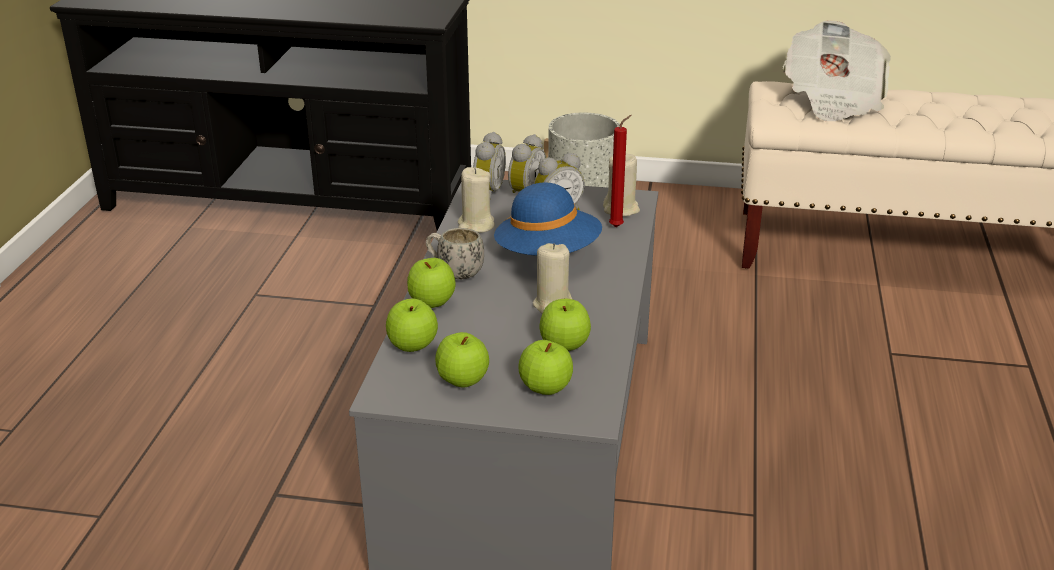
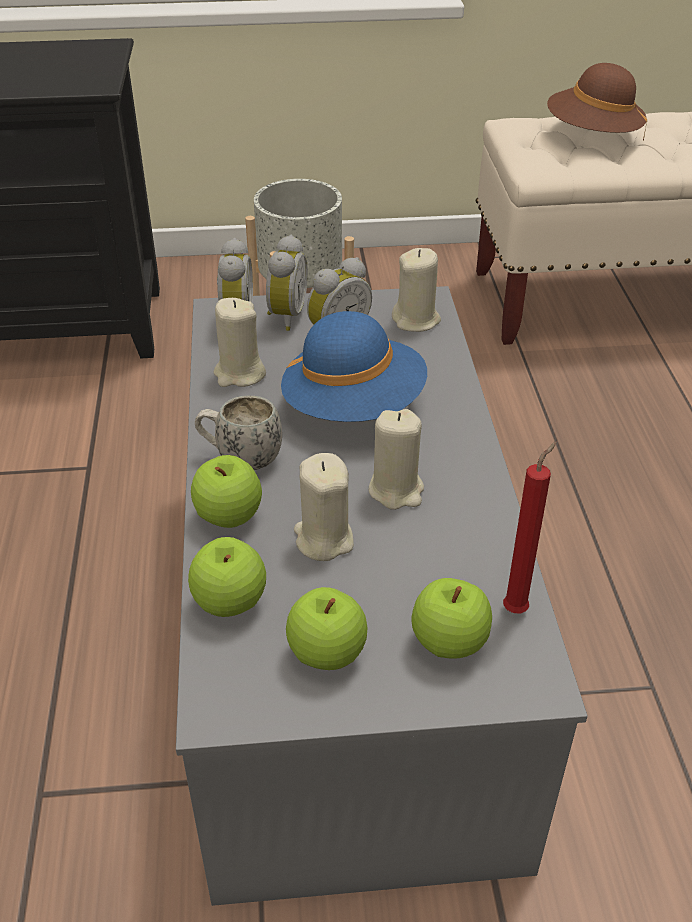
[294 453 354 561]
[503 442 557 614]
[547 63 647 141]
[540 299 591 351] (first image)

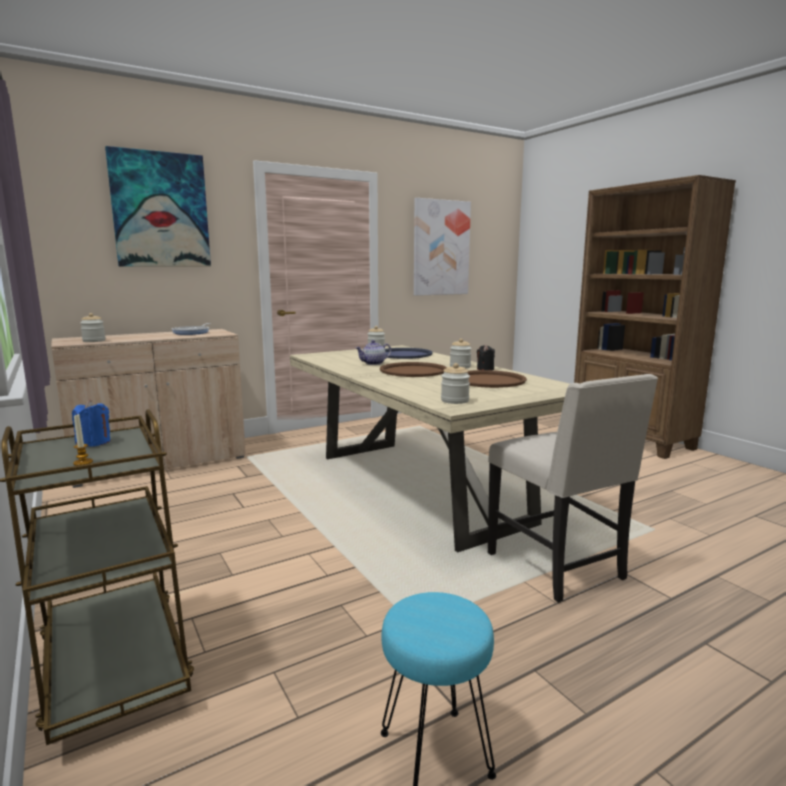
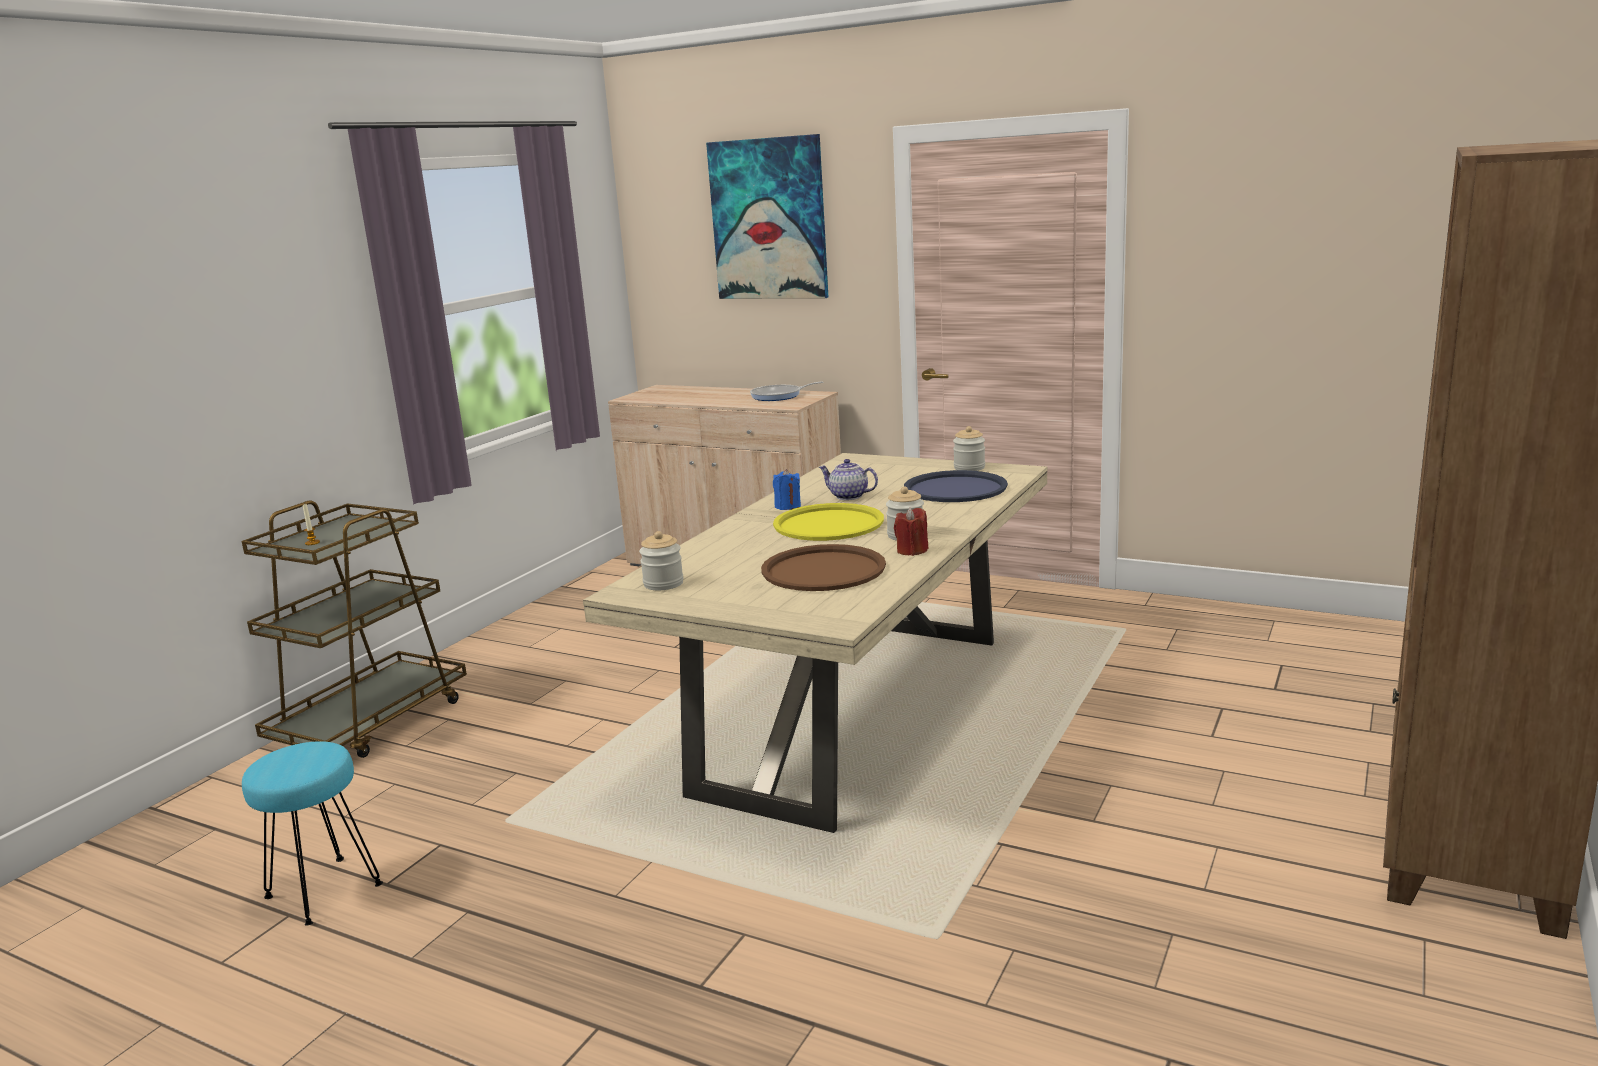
[773 469 801 510]
[773 503 884 541]
[894 507 928 556]
[80 313 106 342] (first image)
[414 198 471 296] (first image)
[488 374 658 602] (first image)

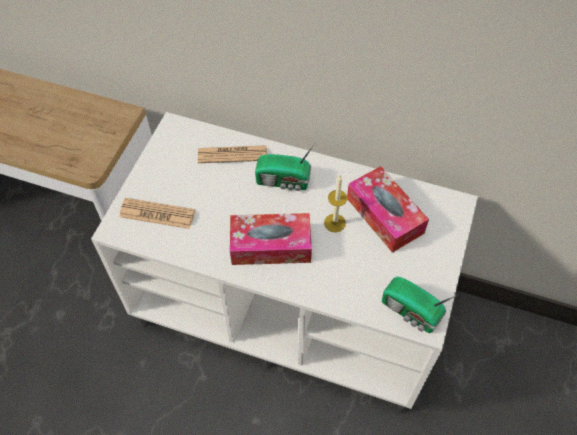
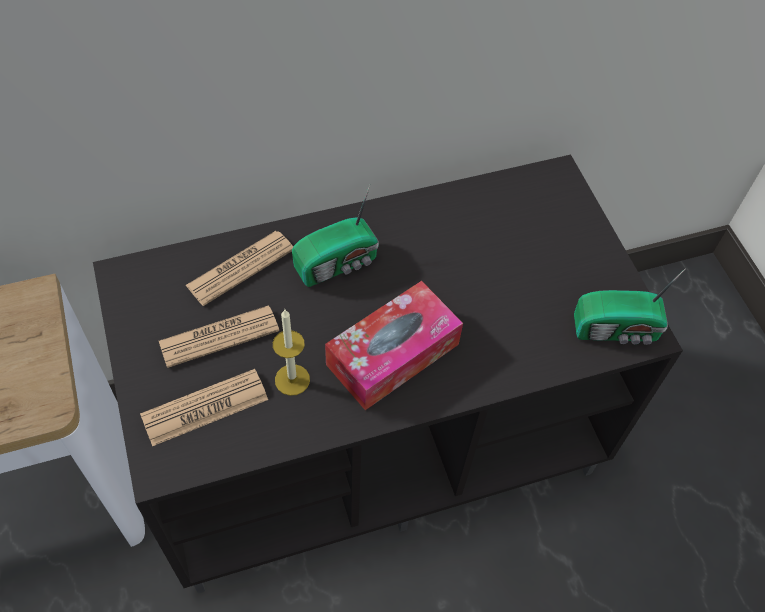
[93 155 683 593]
[159 305 279 368]
[273 310 310 396]
[347 166 429 253] (first image)

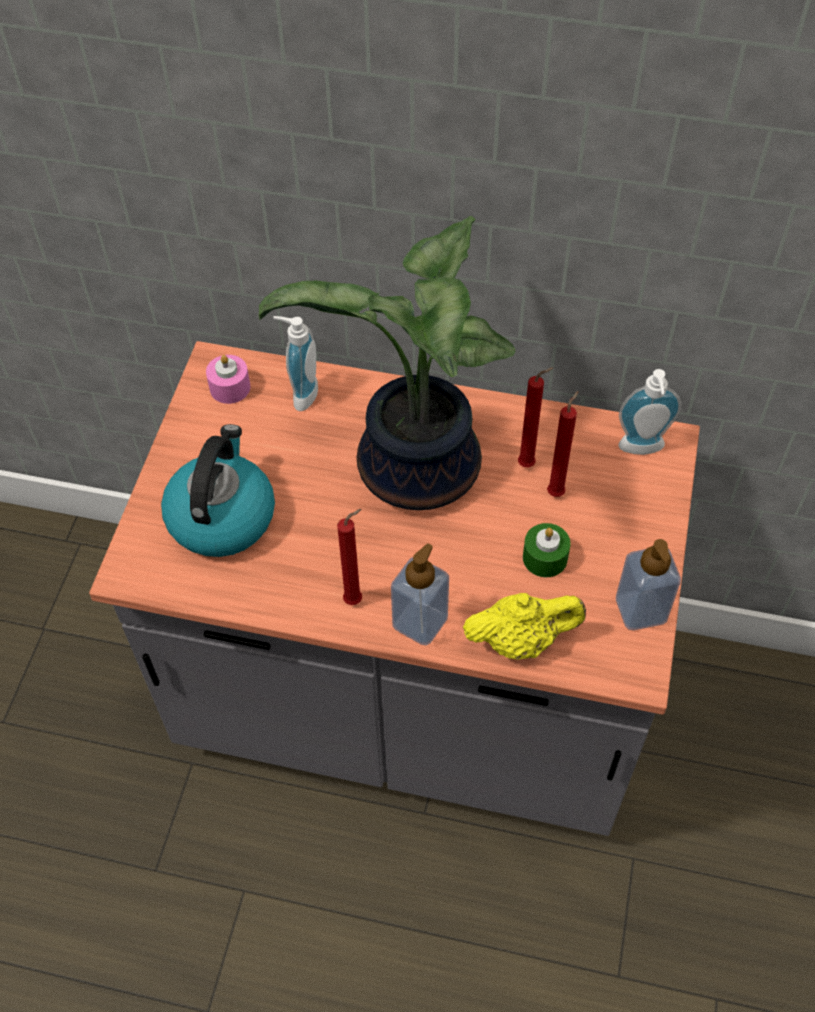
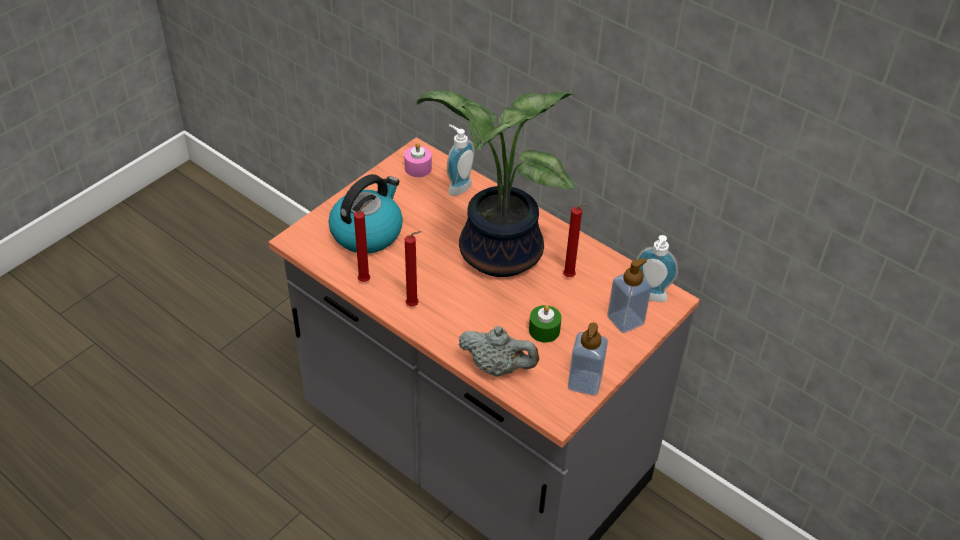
[354 203 370 282]
[458 326 539 376]
[607 258 652 333]

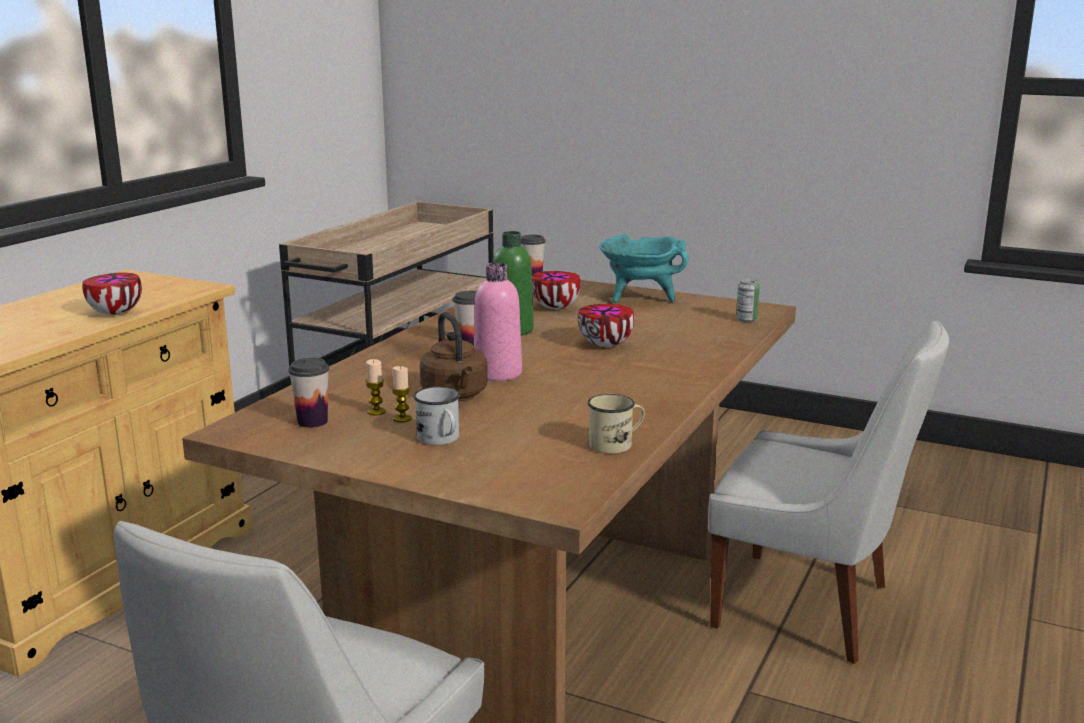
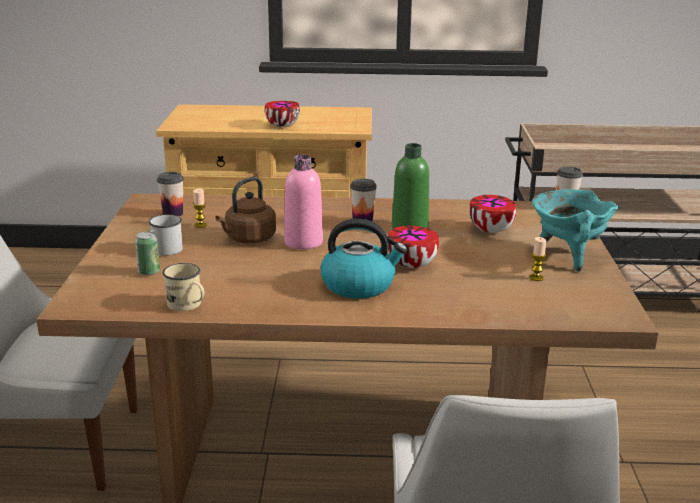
[135 231 160 276]
[321 219 407 299]
[529 237 547 281]

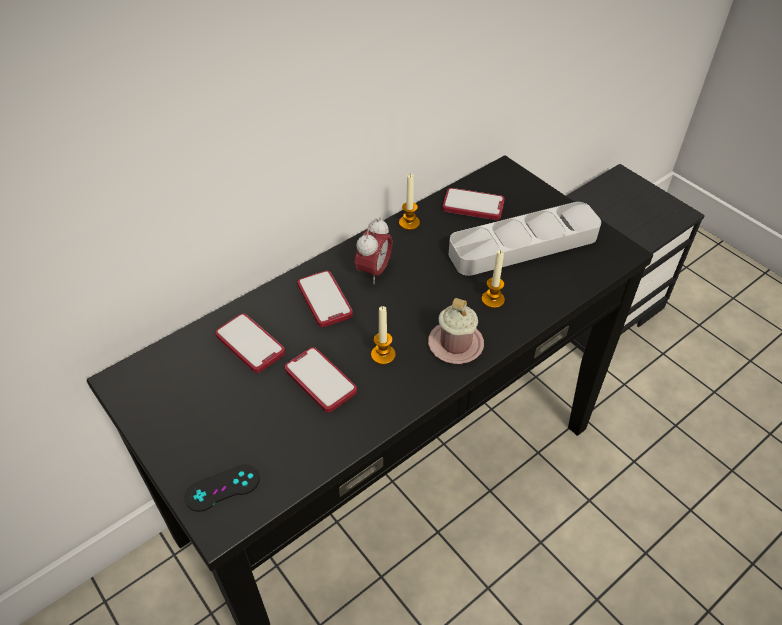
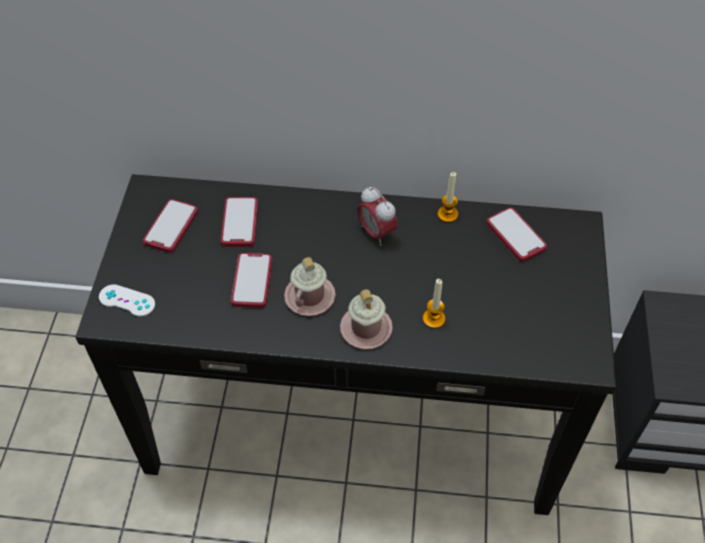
[99 284 155 317]
[143 199 198 253]
[284 257 336 316]
[357 186 398 246]
[449 202 601 276] (first image)

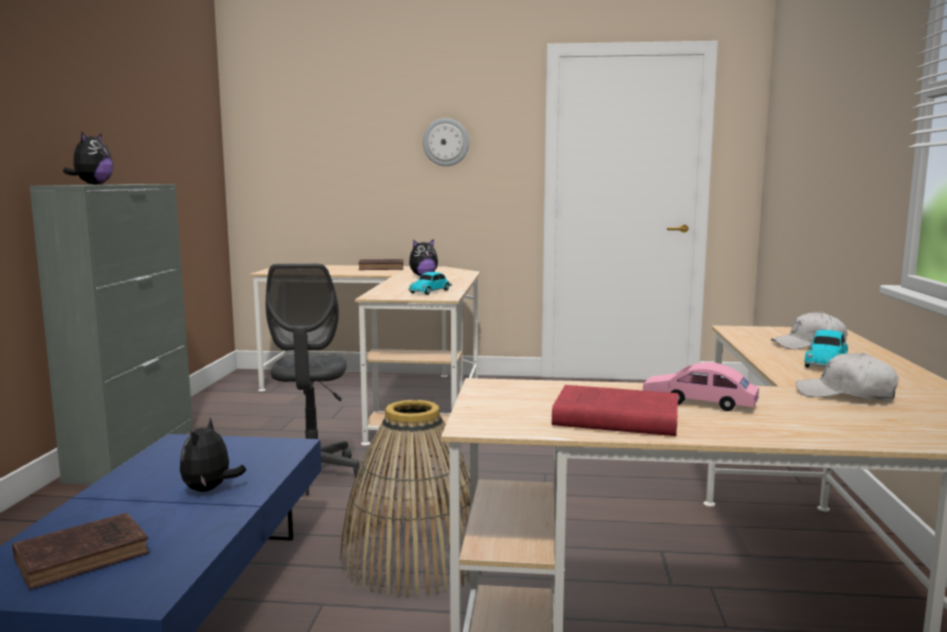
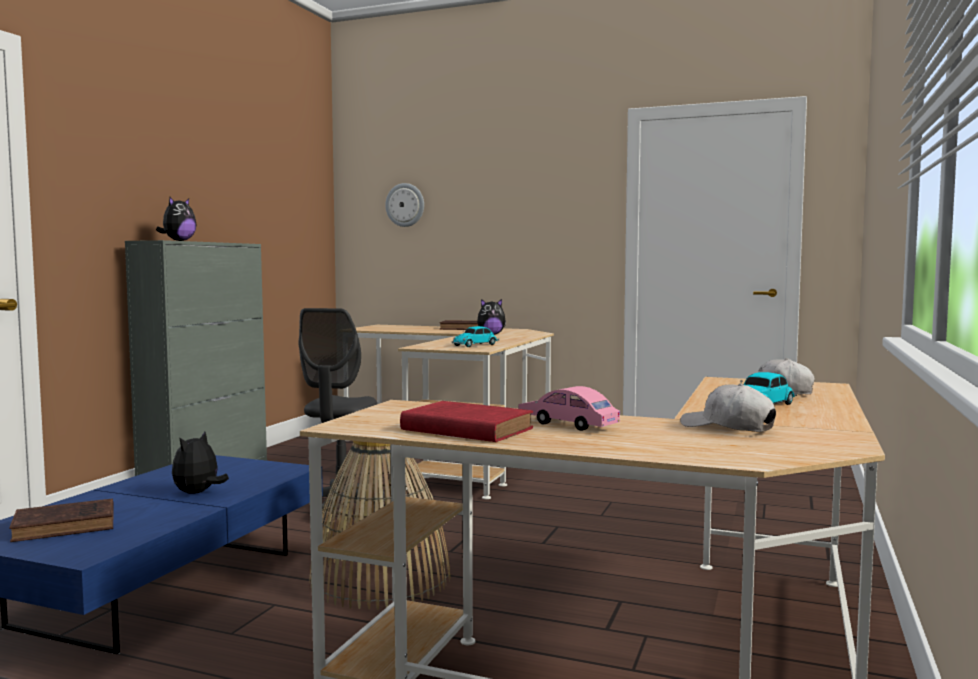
[385 183 424 227]

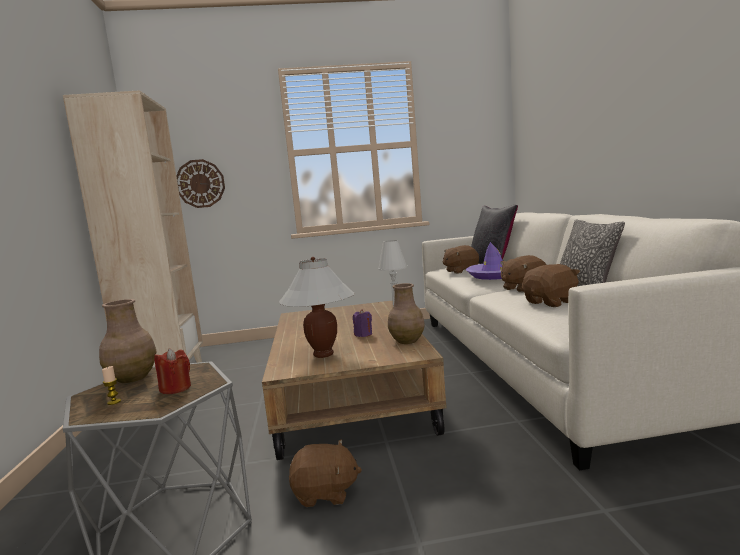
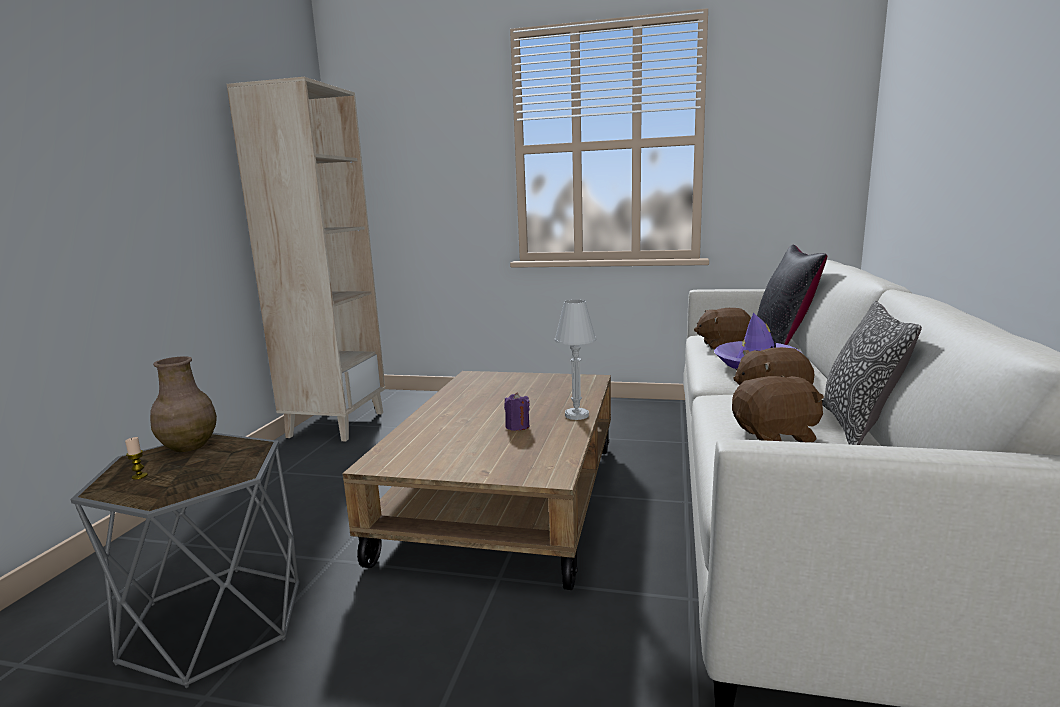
[154 348 191 394] (first image)
[176 159 225 208] (first image)
[279 257 354 358] (first image)
[289 439 362 507] (first image)
[388 283 425 344] (first image)

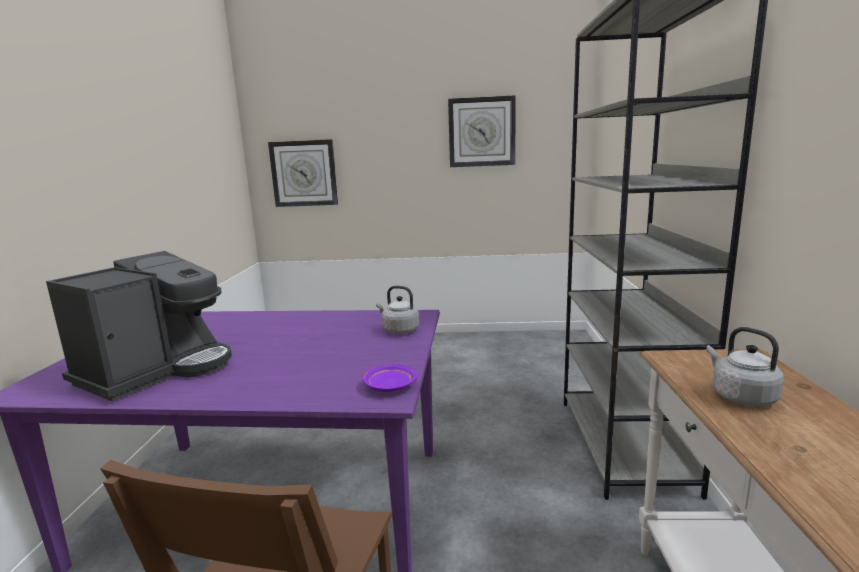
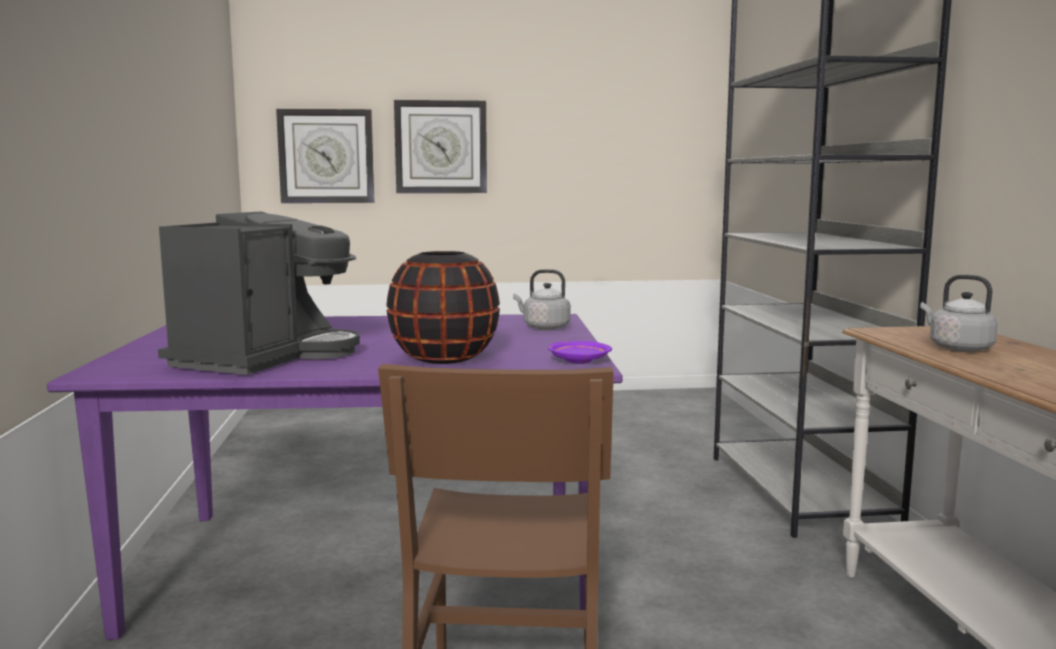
[386 251 500 364]
[394 100 487 193]

